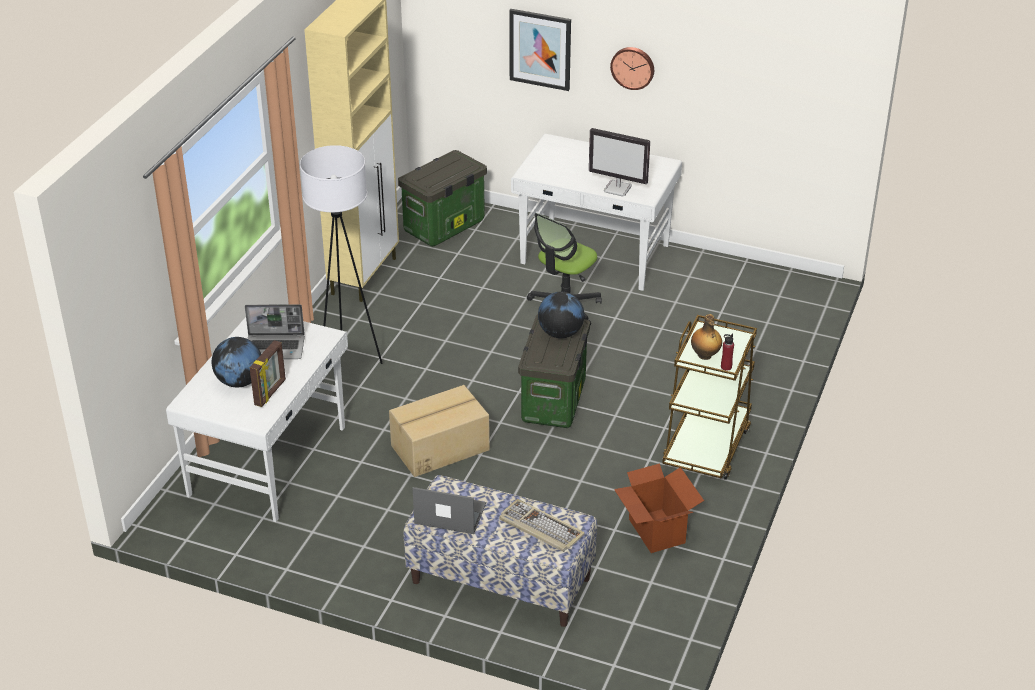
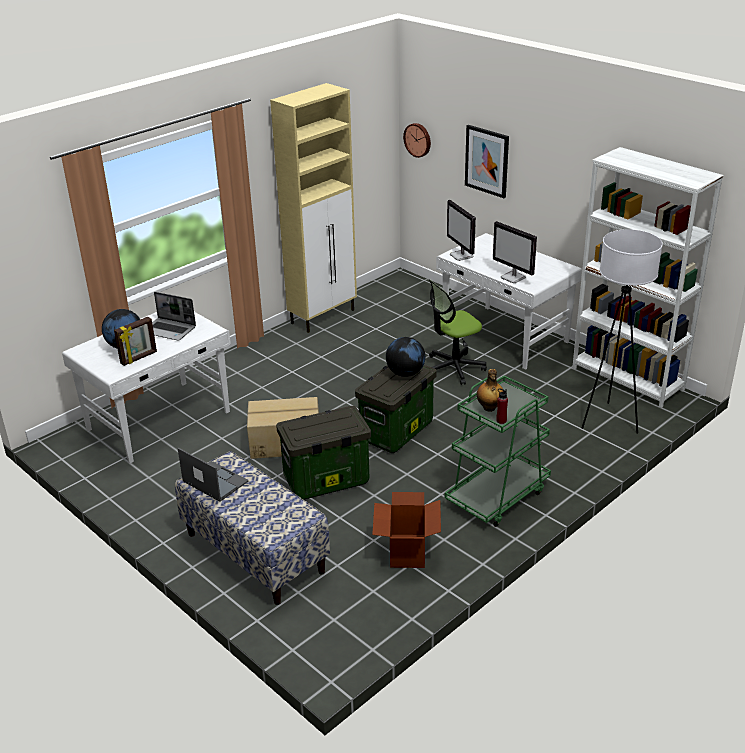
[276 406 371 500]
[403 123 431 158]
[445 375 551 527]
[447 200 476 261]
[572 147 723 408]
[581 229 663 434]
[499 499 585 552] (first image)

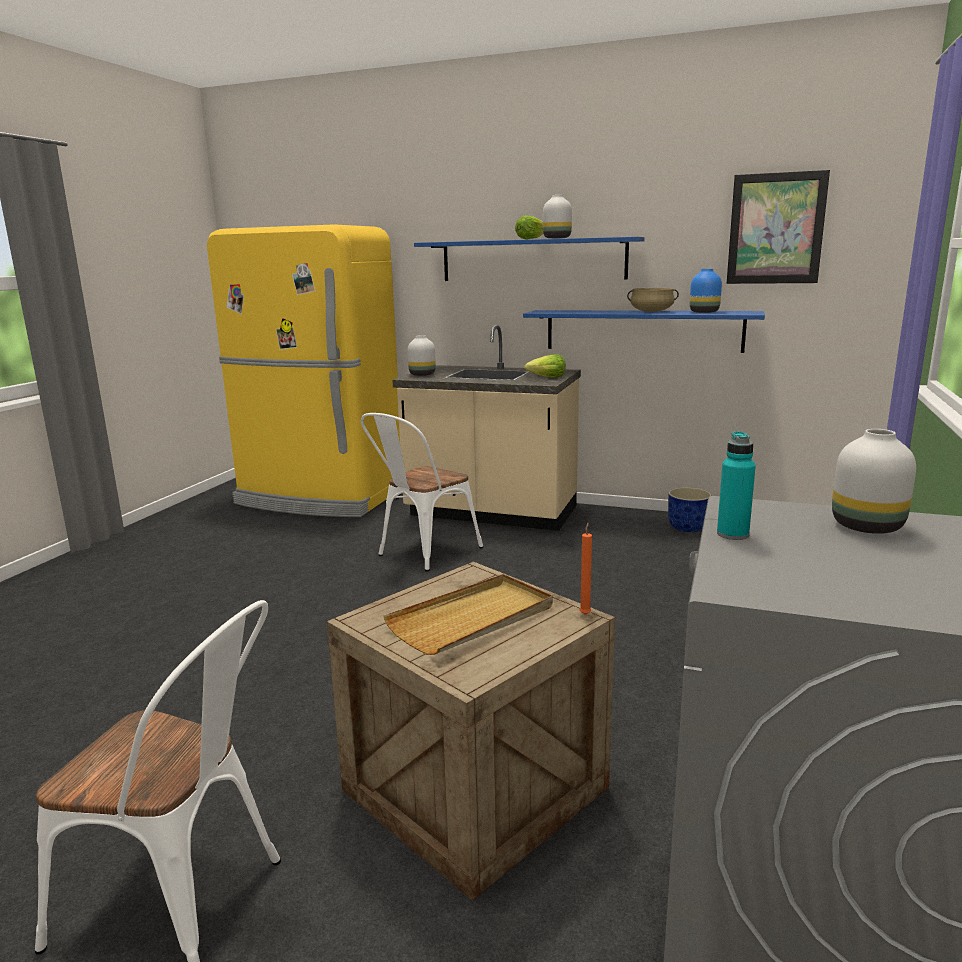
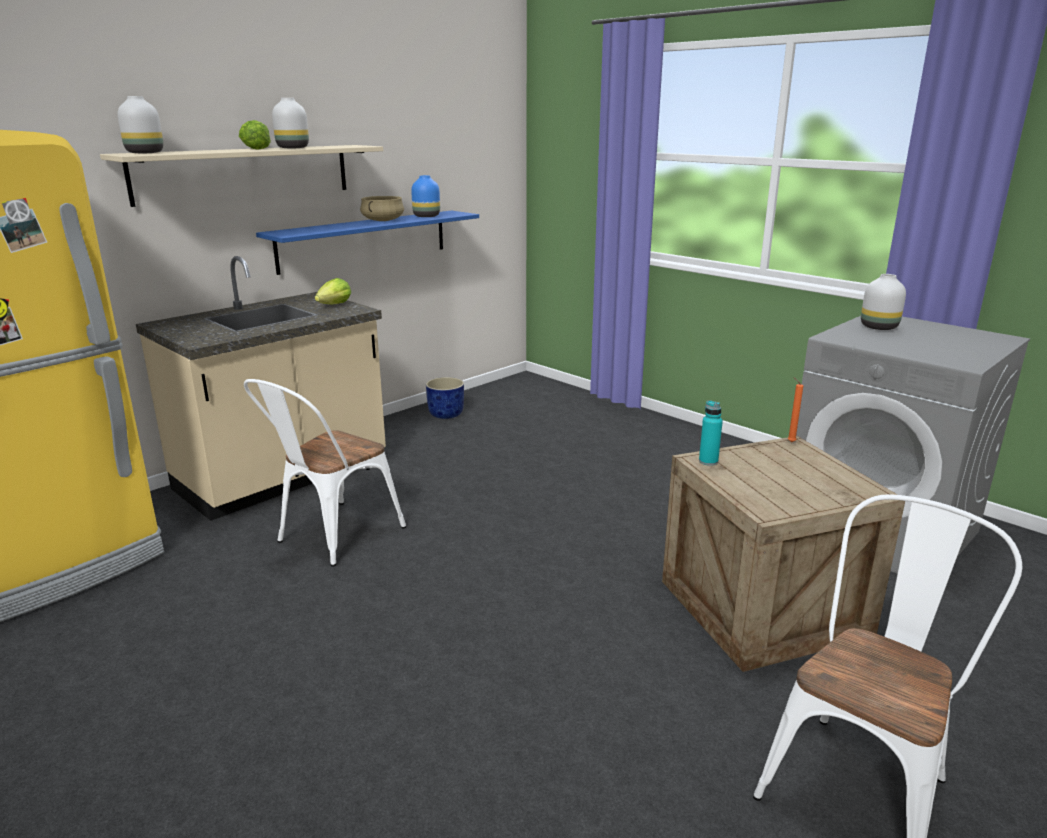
[100 145 383 207]
[118 96 163 153]
[244 379 406 567]
[699 401 723 466]
[384 574 553 655] (first image)
[727 170 830 284] (first image)

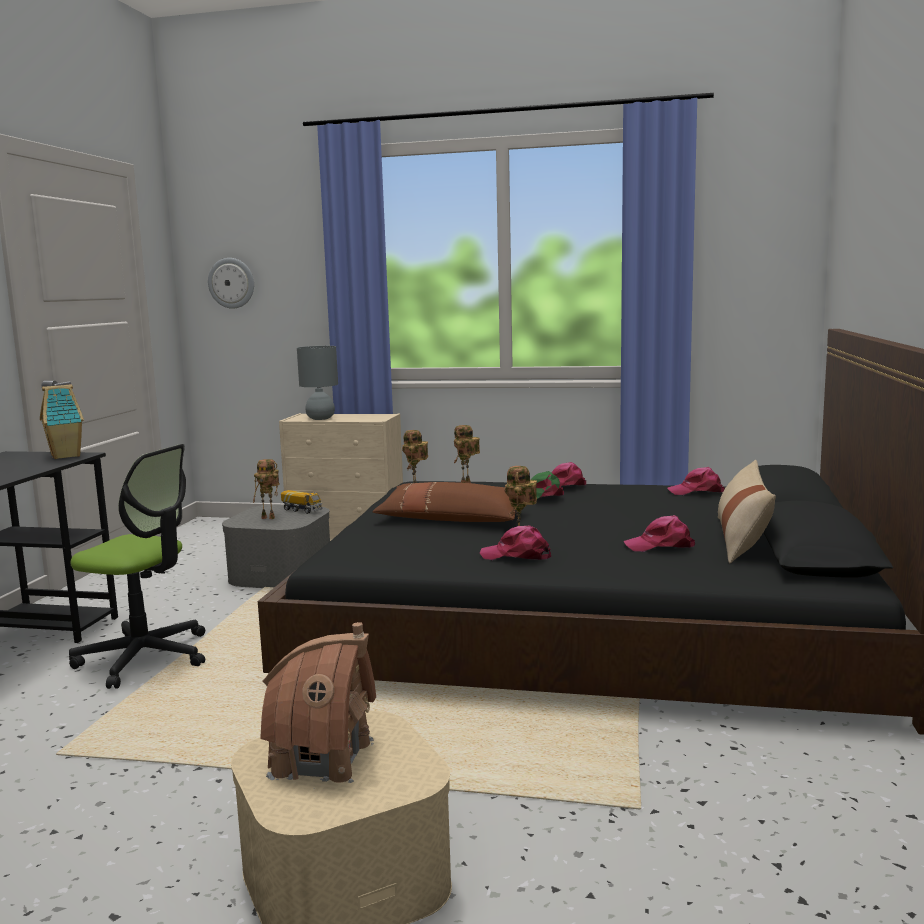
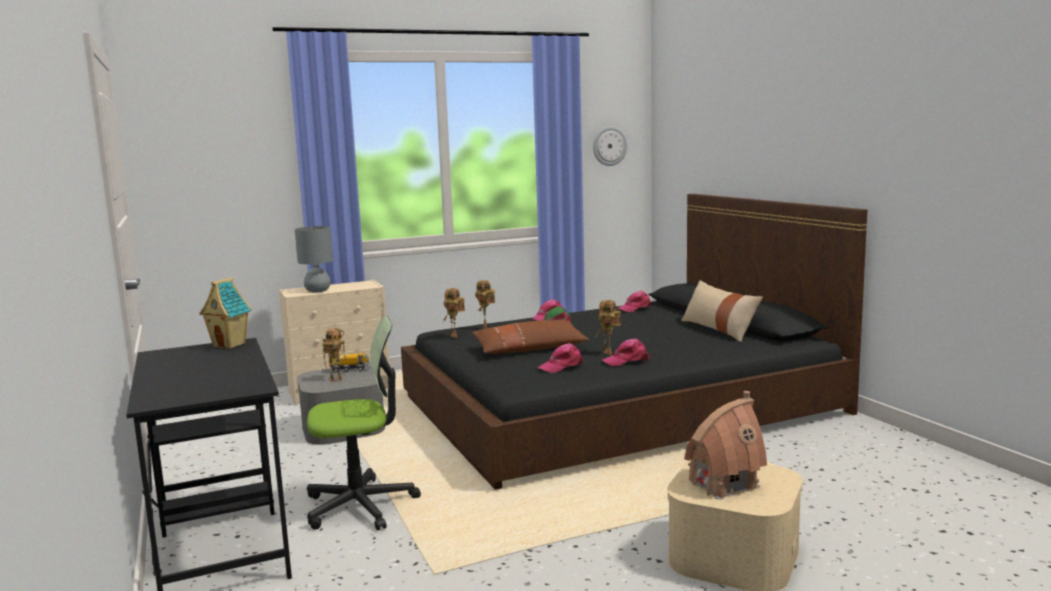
[537 343 583 373]
[593 126 627 166]

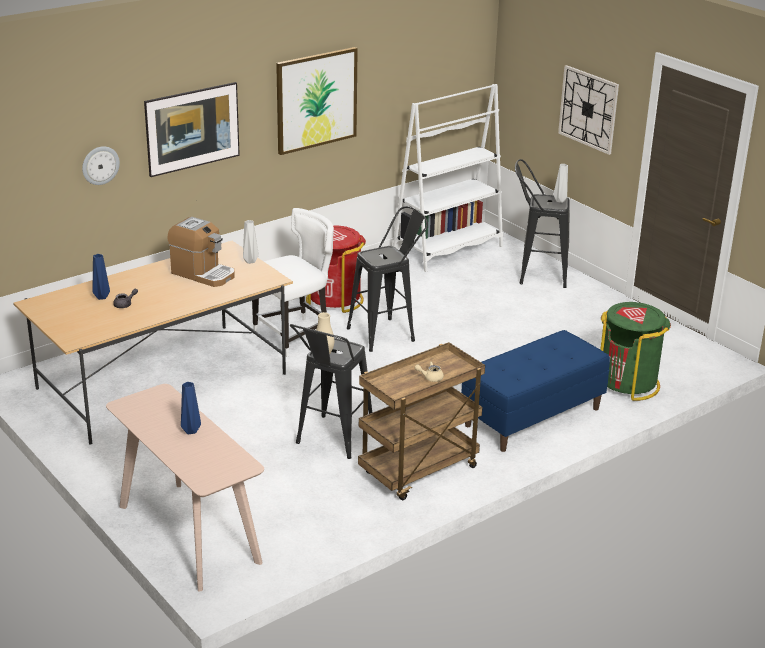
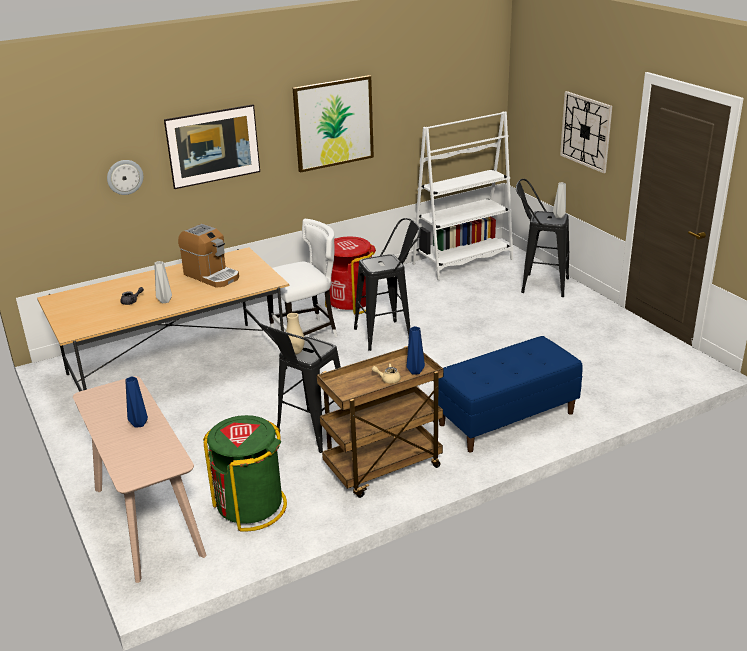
[154 261 172 303]
[203 415 287 532]
[407 326 425 375]

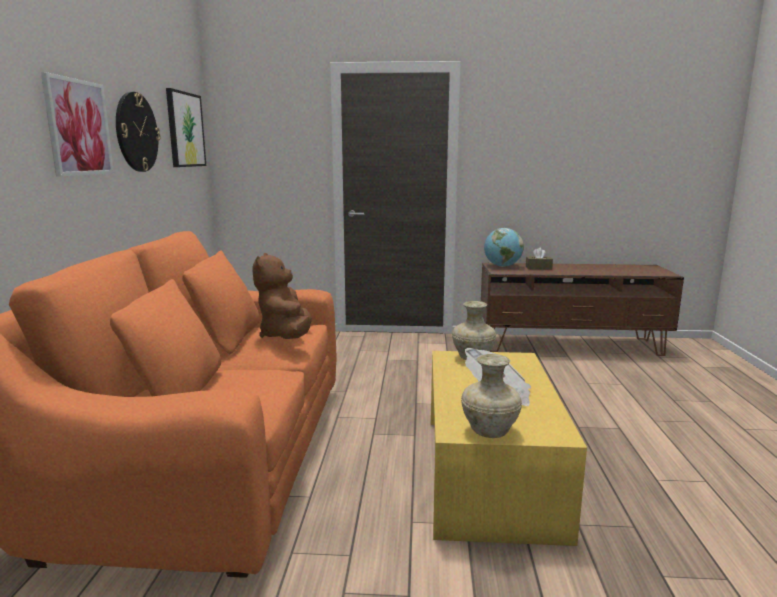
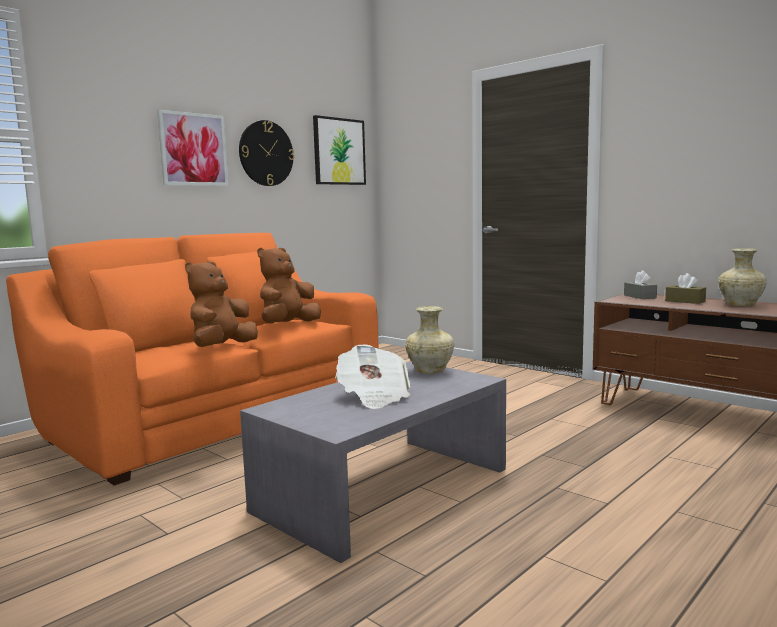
[185 261 258 347]
[240 361 506 563]
[624 270 657 299]
[718 248 767 306]

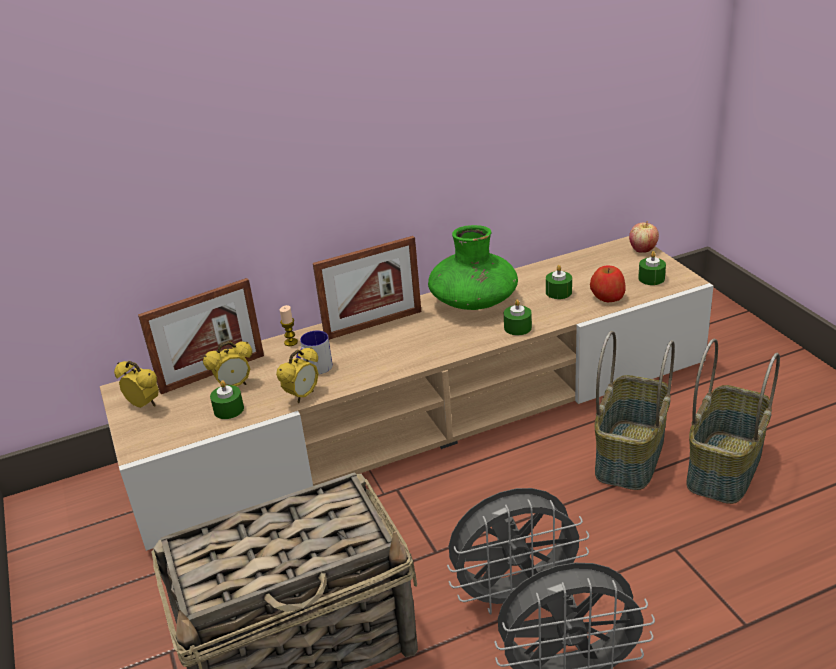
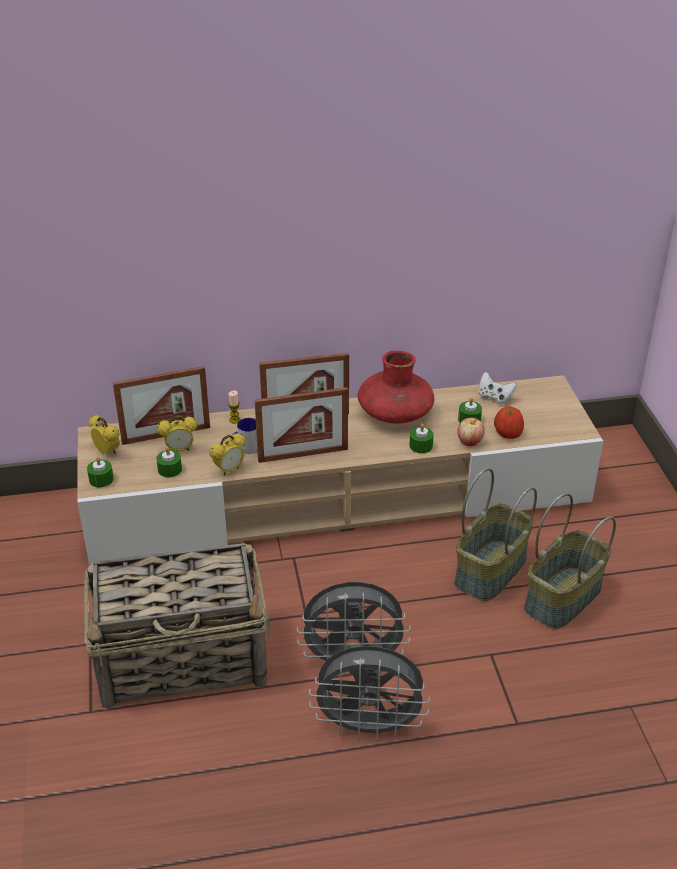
[87 457 114 487]
[255 387 348 463]
[357 350 434 423]
[457 418 485 446]
[478 372 517 404]

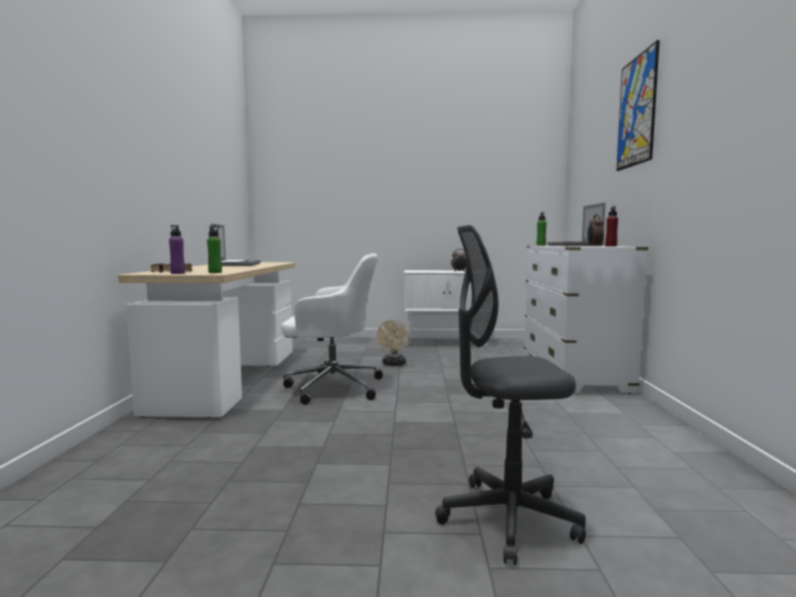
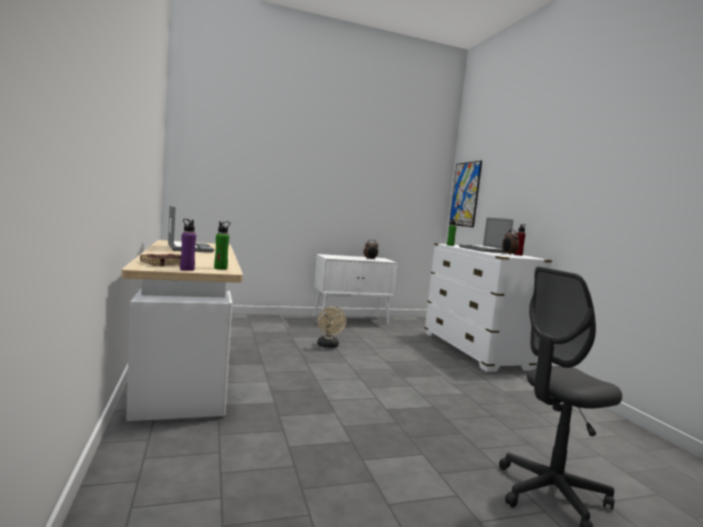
[449 161 482 228]
[281 253 383 405] (first image)

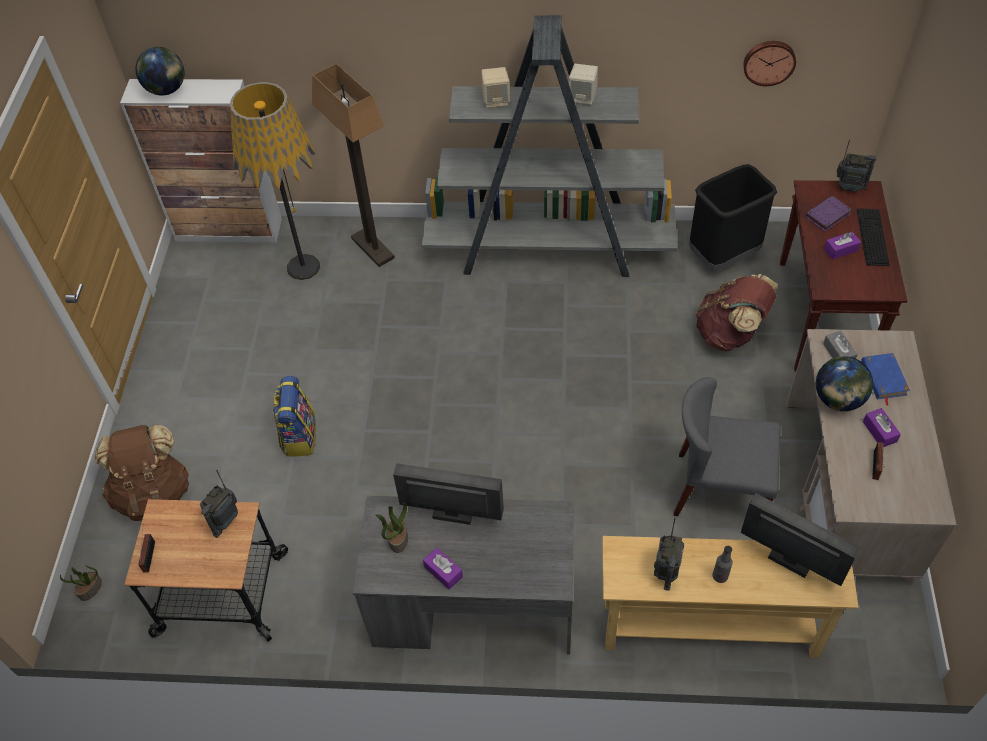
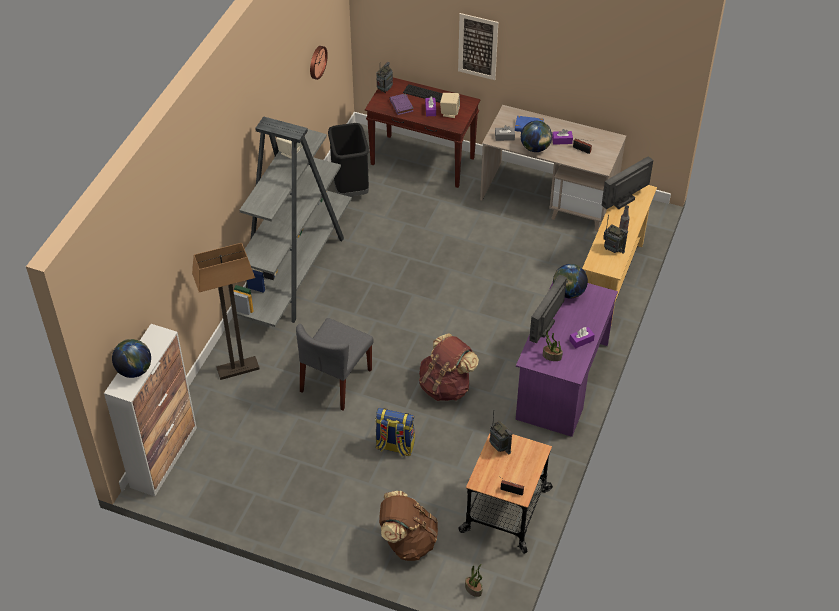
[296 318 374 410]
[419 333 479 401]
[440 93 460 118]
[458 13 498 80]
[516 282 618 437]
[553 264 588 298]
[230 82 320 280] (first image)

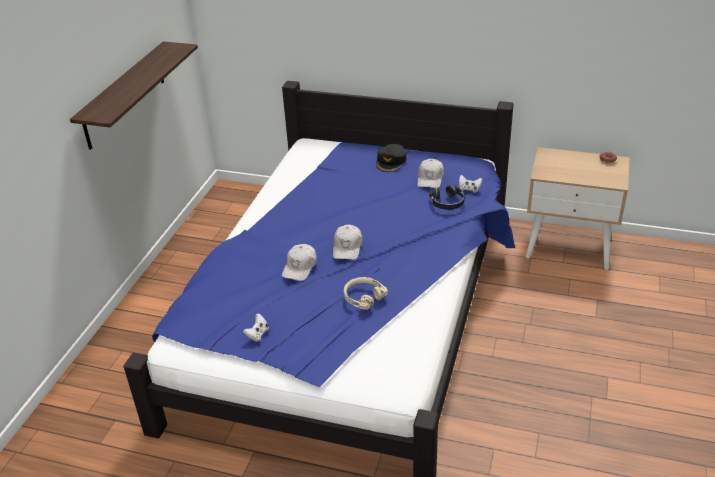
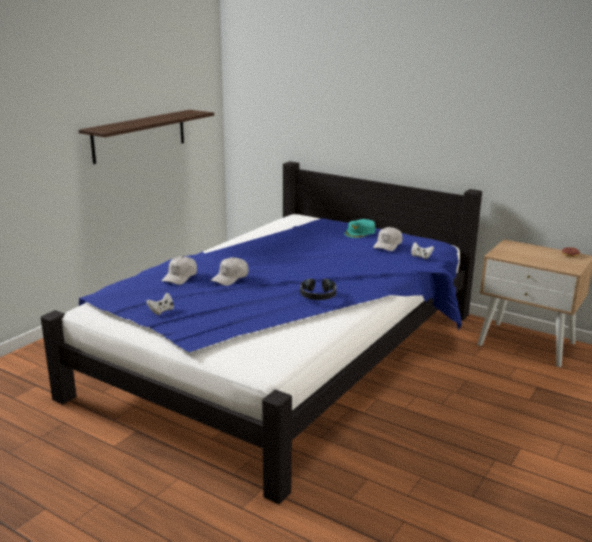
[162 256 197 285]
[300 279 336 300]
[344 219 375 238]
[344 277 388 310] (first image)

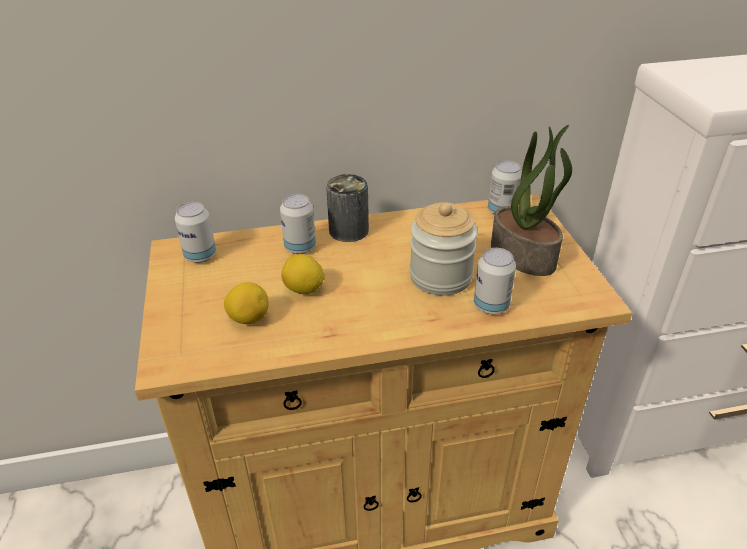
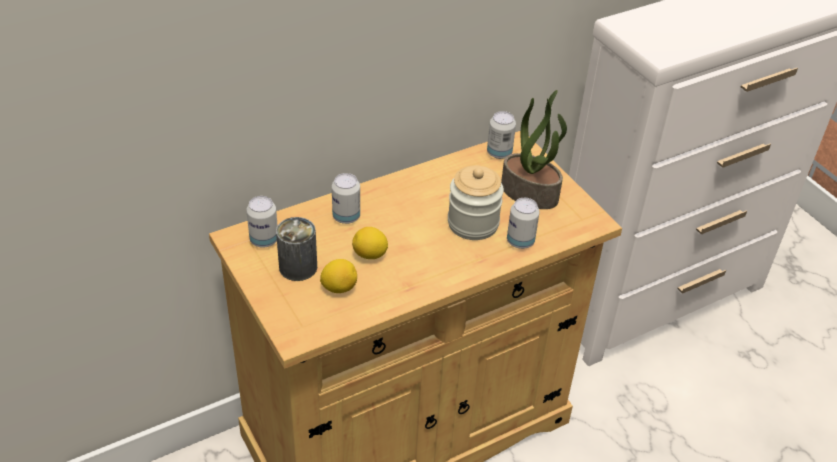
[276 217 317 281]

